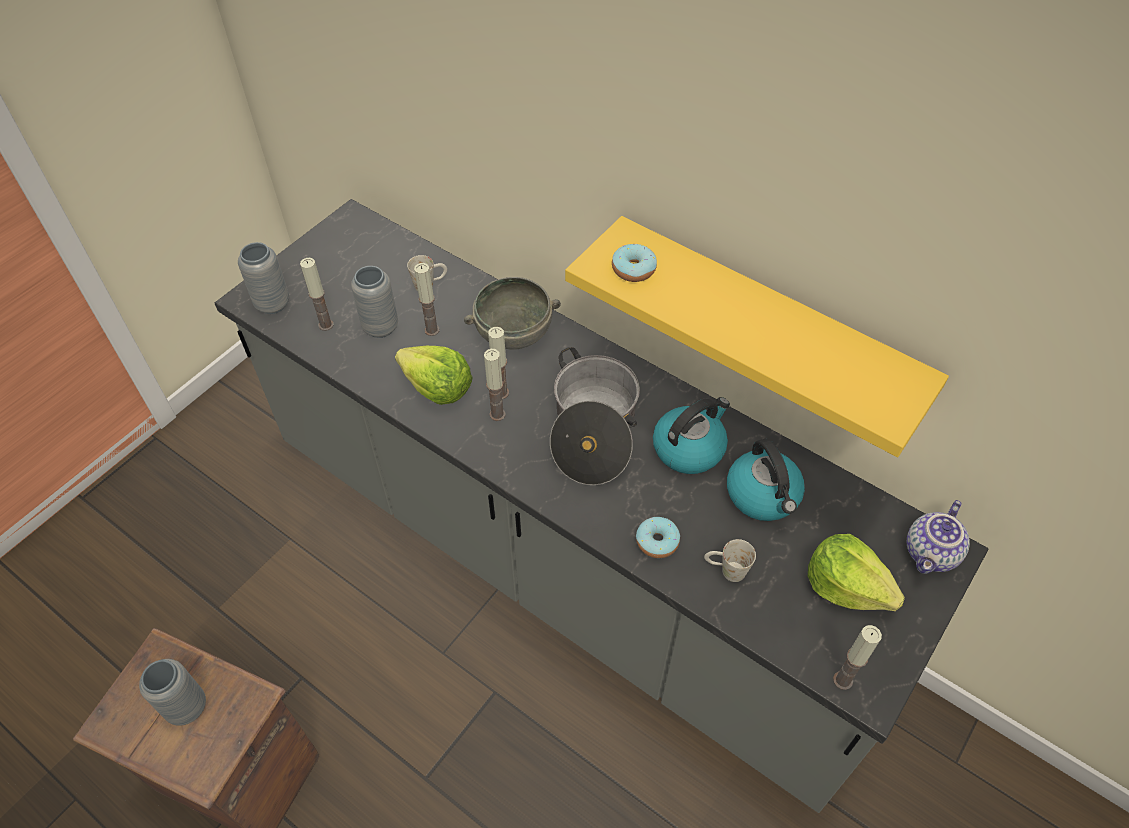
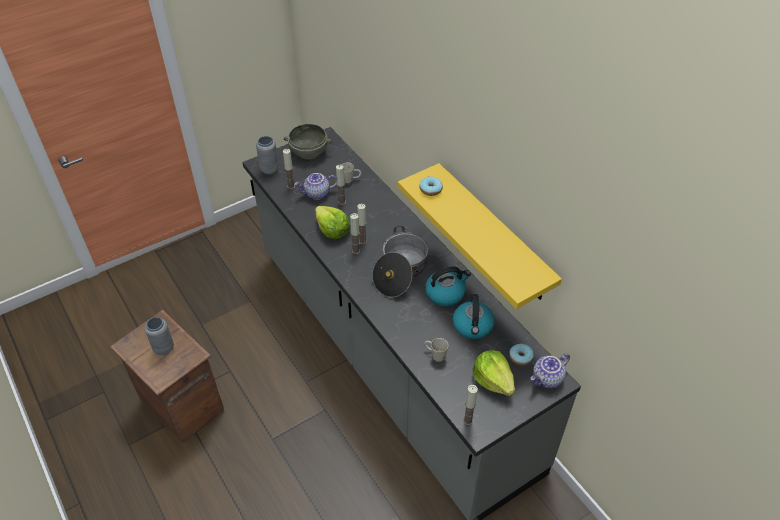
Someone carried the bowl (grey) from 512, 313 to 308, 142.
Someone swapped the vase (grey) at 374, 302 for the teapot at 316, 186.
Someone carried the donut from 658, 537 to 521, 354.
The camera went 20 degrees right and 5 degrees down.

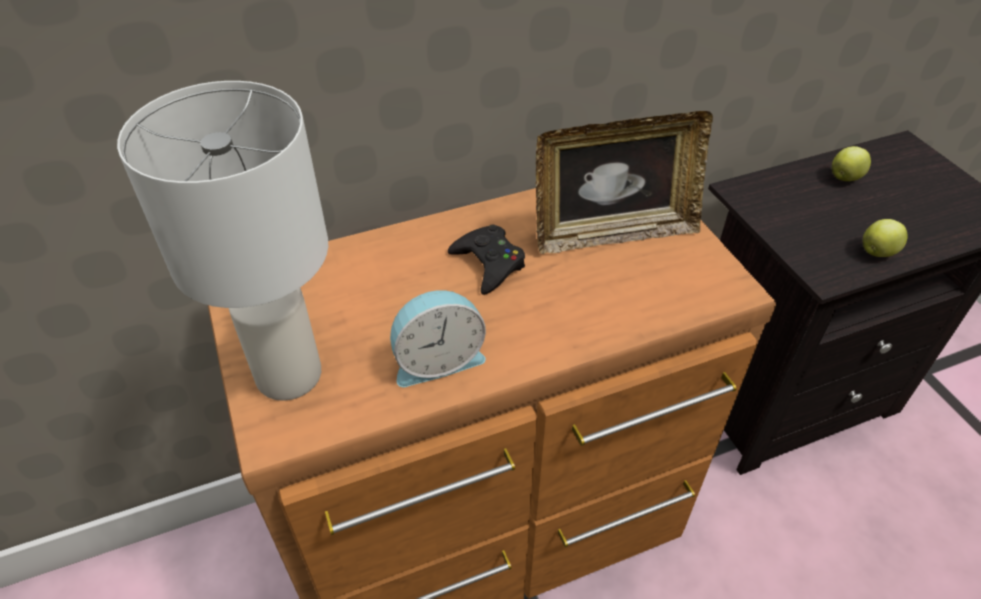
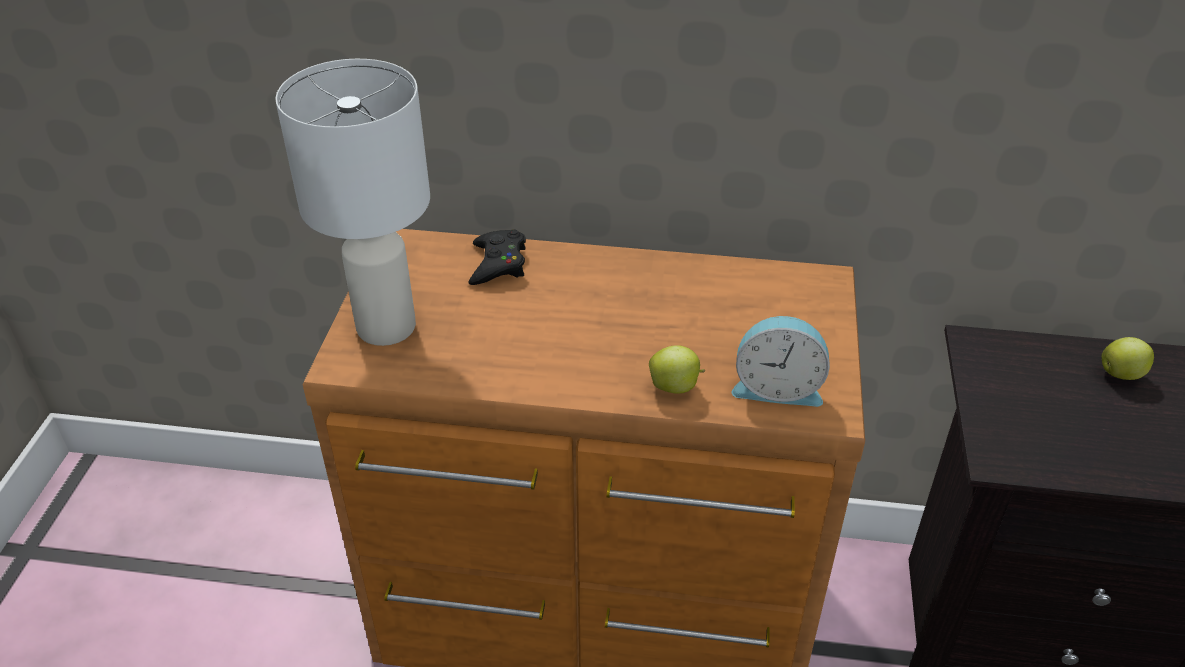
Someone carried the game controller (black) from 486, 260 to 497, 257.
Someone carried the apple from 885, 238 to 677, 369.
Someone carried the alarm clock from 438, 338 to 781, 361.
Someone took away the picture frame at 624, 182.
The camera went 30 degrees right and 5 degrees down.

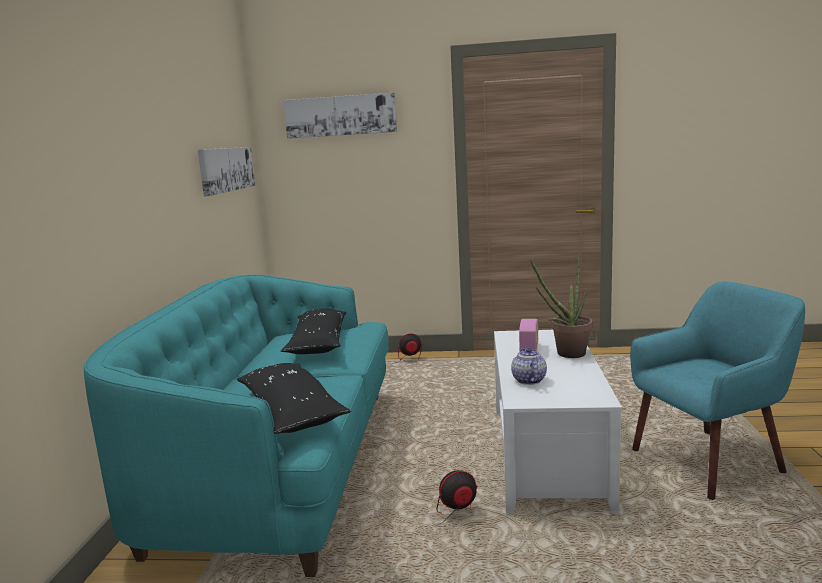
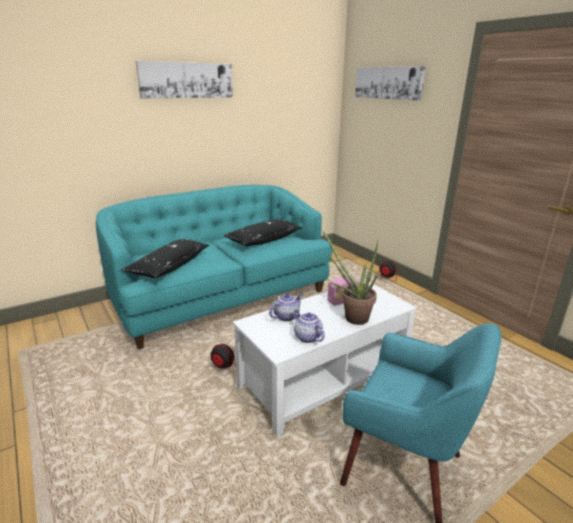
Someone carried the picture from 226, 171 to 184, 79.
Someone put down the teapot at 309, 326.
The camera went 50 degrees right and 10 degrees up.

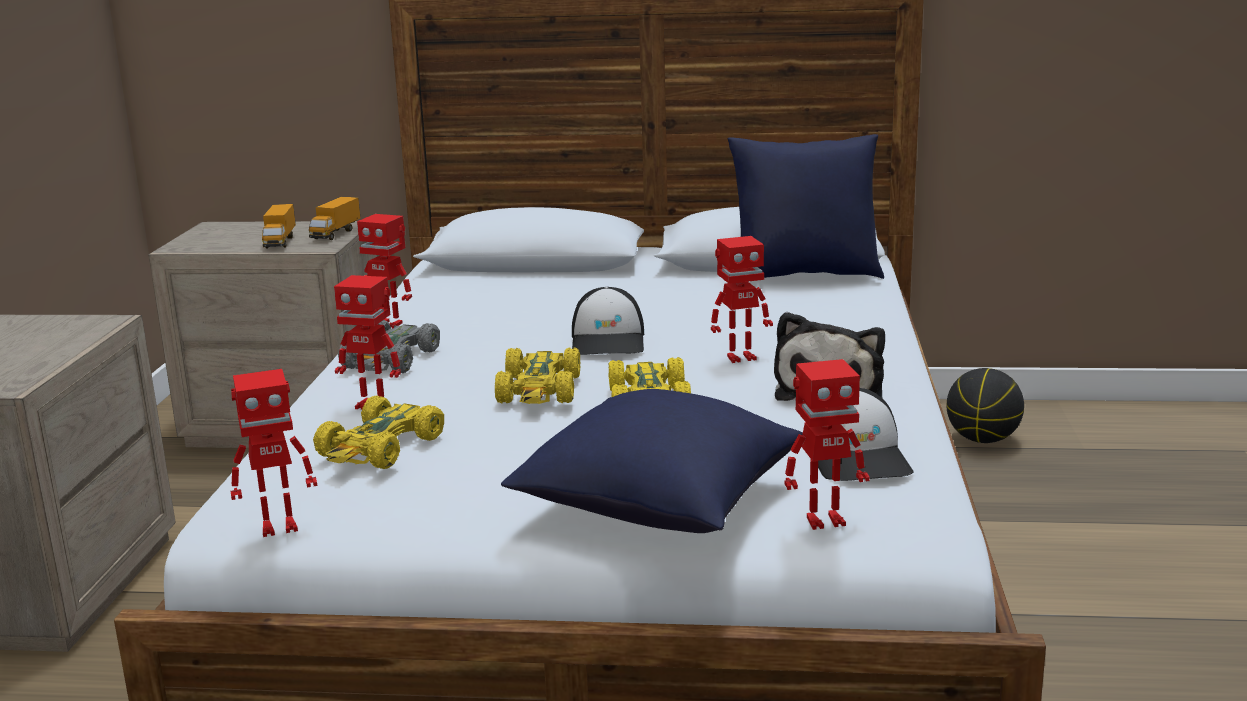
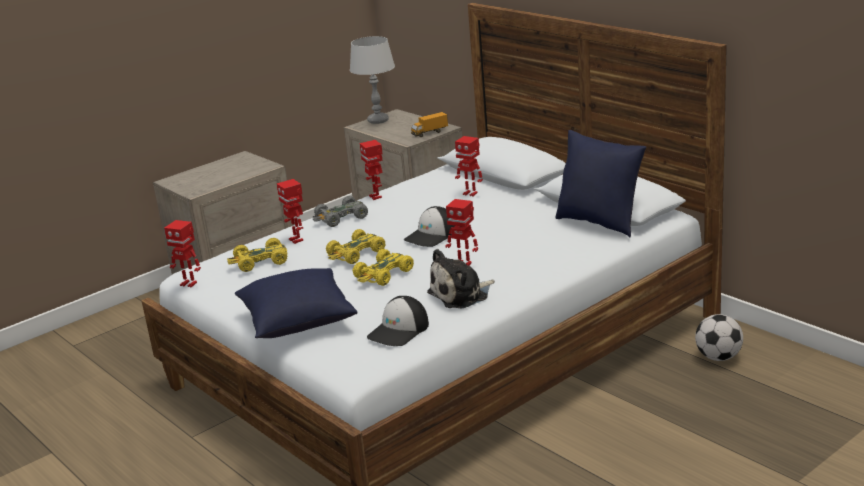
Someone put down the table lamp (grey) at 372, 80.
Someone carried the toy robot from 827, 444 to 469, 166.
Someone swapped the basketball at 985, 405 for the football at 719, 337.
Someone took away the toy truck at 279, 226.
The camera went 45 degrees right and 5 degrees up.

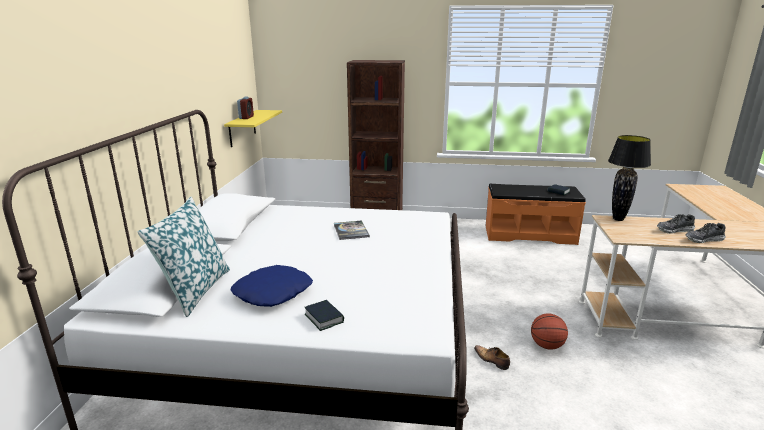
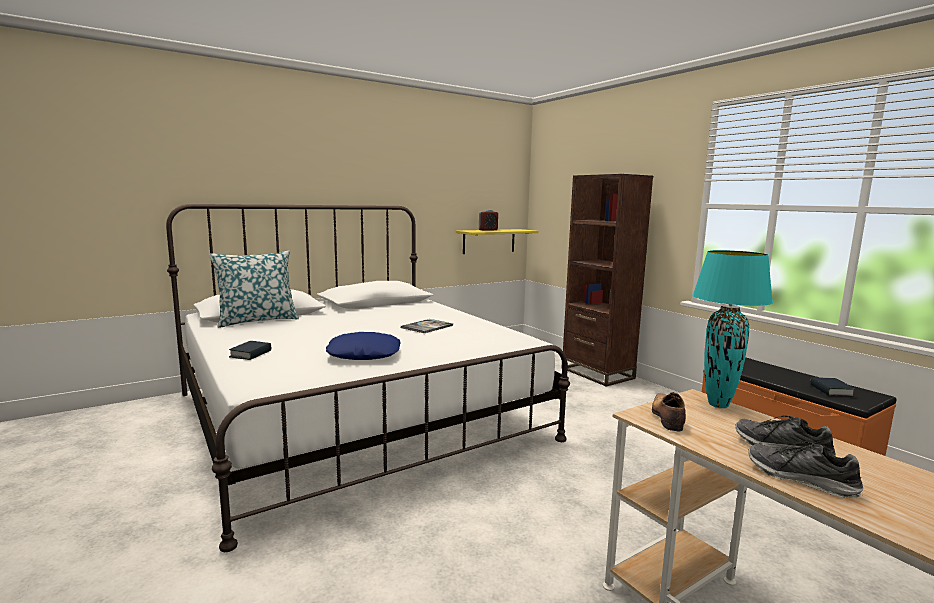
Someone carried the pillow (blue) from 272, 286 to 363, 346.
Someone carried the shoe from 492, 357 to 669, 411.
Someone repainted the table lamp (black) at 629, 178, which became the table lamp (turquoise) at 733, 329.
Someone took away the basketball at 549, 331.
The camera went 50 degrees right and 10 degrees down.

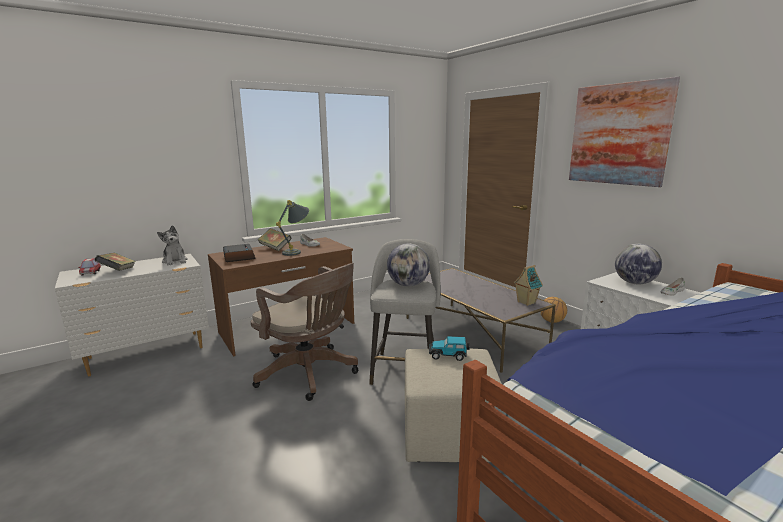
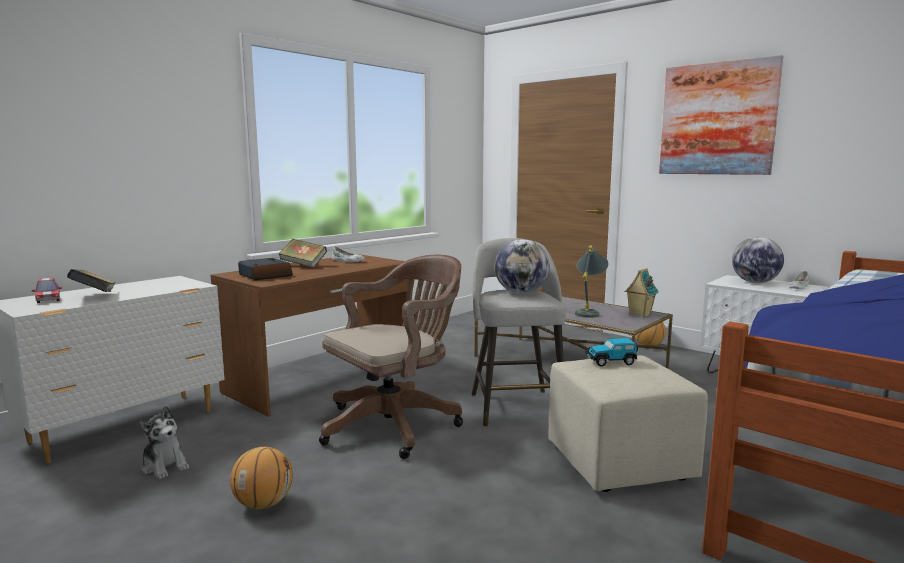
Someone carried the plush toy from 172, 245 to 164, 442.
Someone put down the basketball at 261, 478.
Someone rotated the office chair (brown) at 305, 332 by 60 degrees counterclockwise.
Someone carried the table lamp (grey) from 292, 228 to 591, 281.
The camera went 15 degrees left and 5 degrees down.

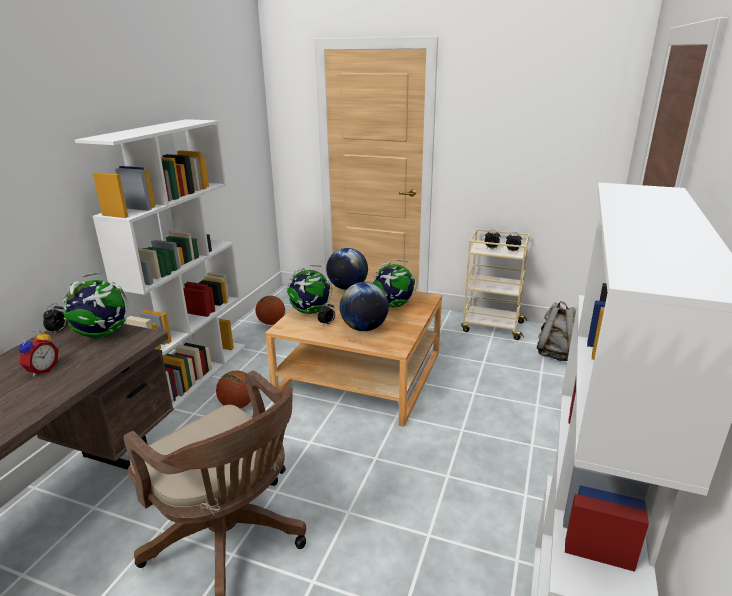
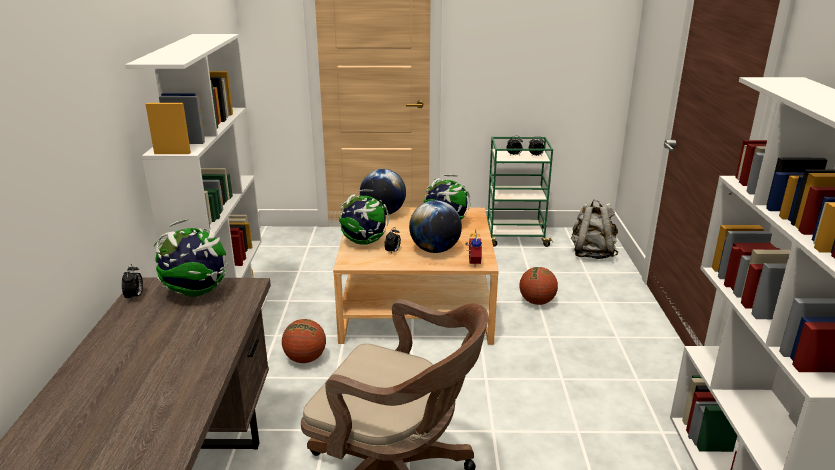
Someone carried the alarm clock from 38, 353 to 473, 248.
Someone repainted the cart (beige) at 495, 284, which became the cart (green) at 520, 192.
Someone carried the basketball from 270, 310 to 538, 286.
The camera went 20 degrees left and 0 degrees up.

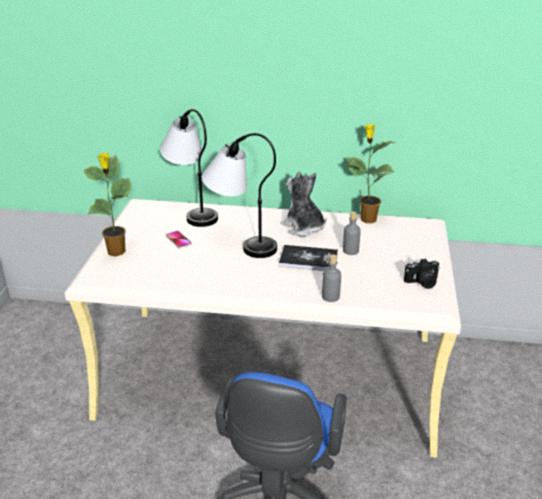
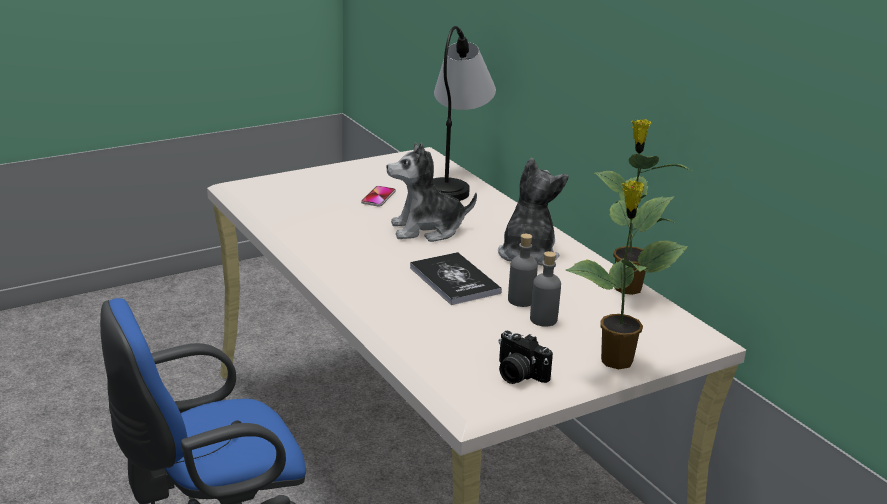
Someone swapped the table lamp at 239, 195 for the plush toy at 431, 192.
Someone carried the bottle (grey) from 331, 278 to 545, 289.
Someone carried the potted plant from 107, 204 to 626, 275.
The camera went 50 degrees right and 5 degrees down.

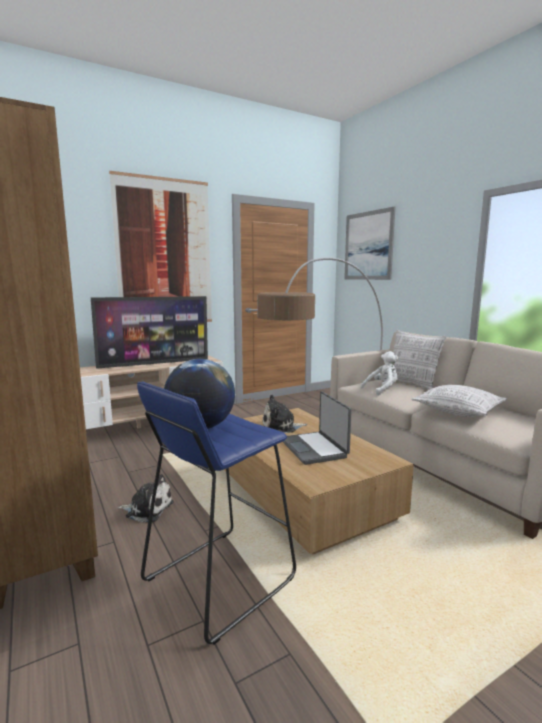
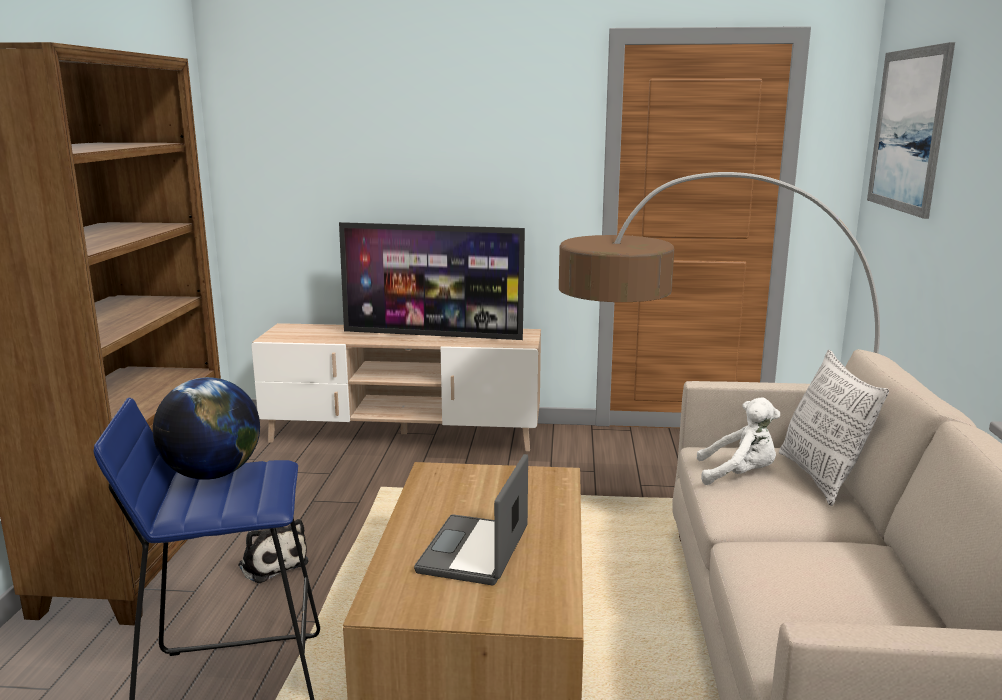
Someone took away the picture at 160, 246.
Someone took away the plush toy at 285, 414.
Someone took away the pillow at 459, 401.
The camera went 35 degrees right and 5 degrees up.

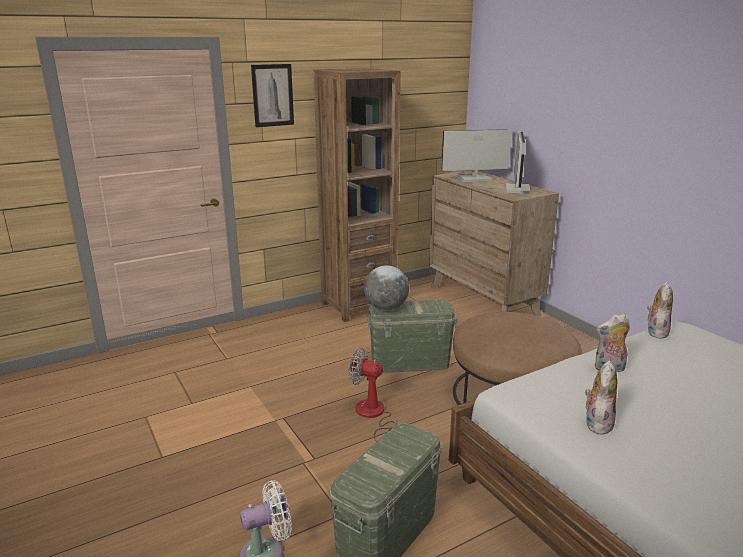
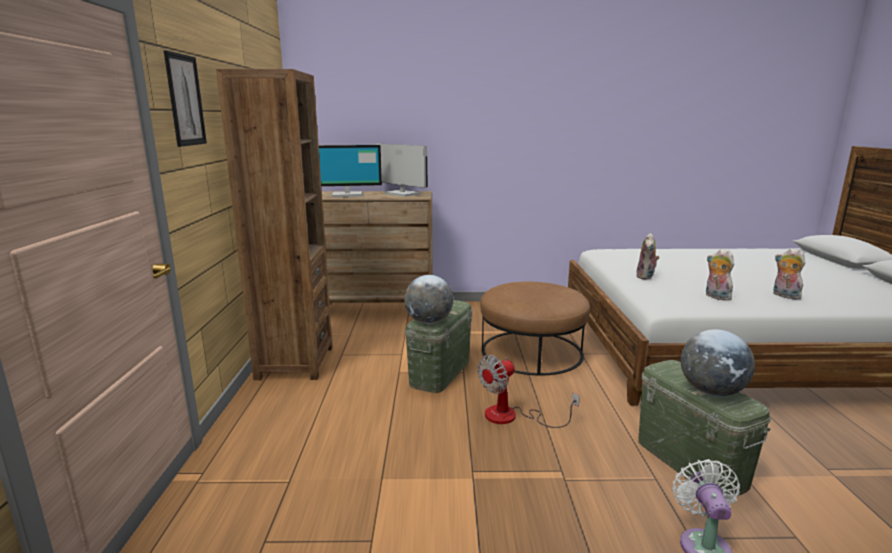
Someone rotated the monitor at 476, 155 by 120 degrees counterclockwise.
Someone put down the globe at 718, 362.
Someone carried the plush toy from 660, 310 to 789, 273.
The camera went 60 degrees left and 5 degrees down.

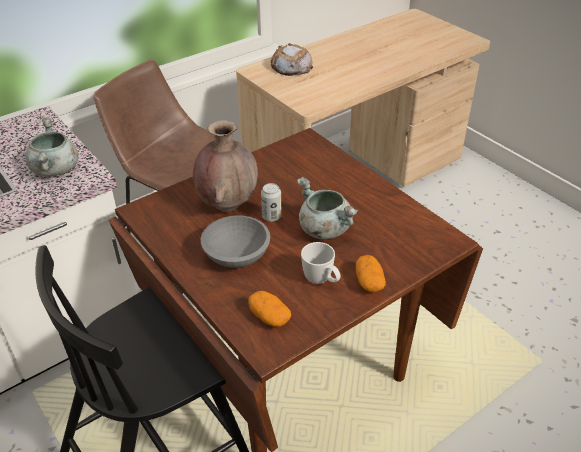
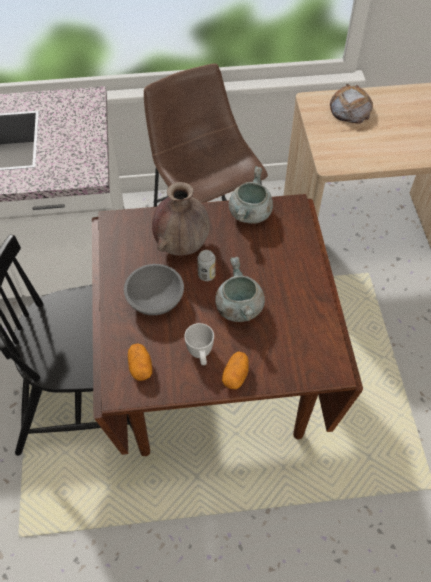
Someone carried the cooking pot (grey) from 52, 146 to 251, 195.
The camera went 30 degrees right and 15 degrees up.

